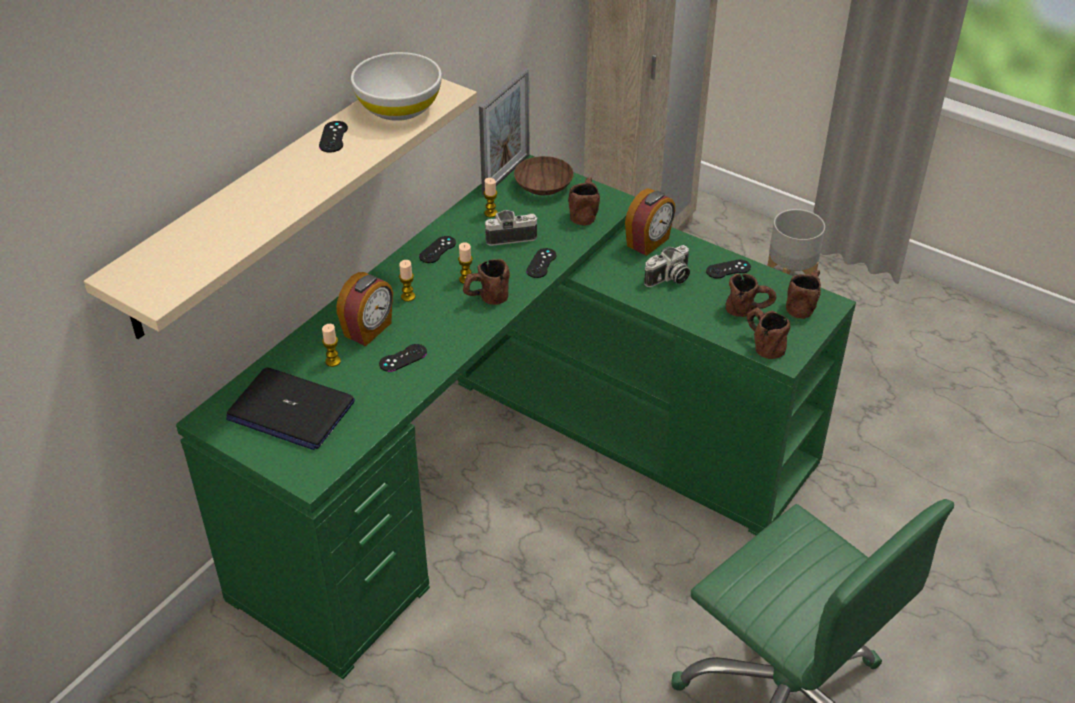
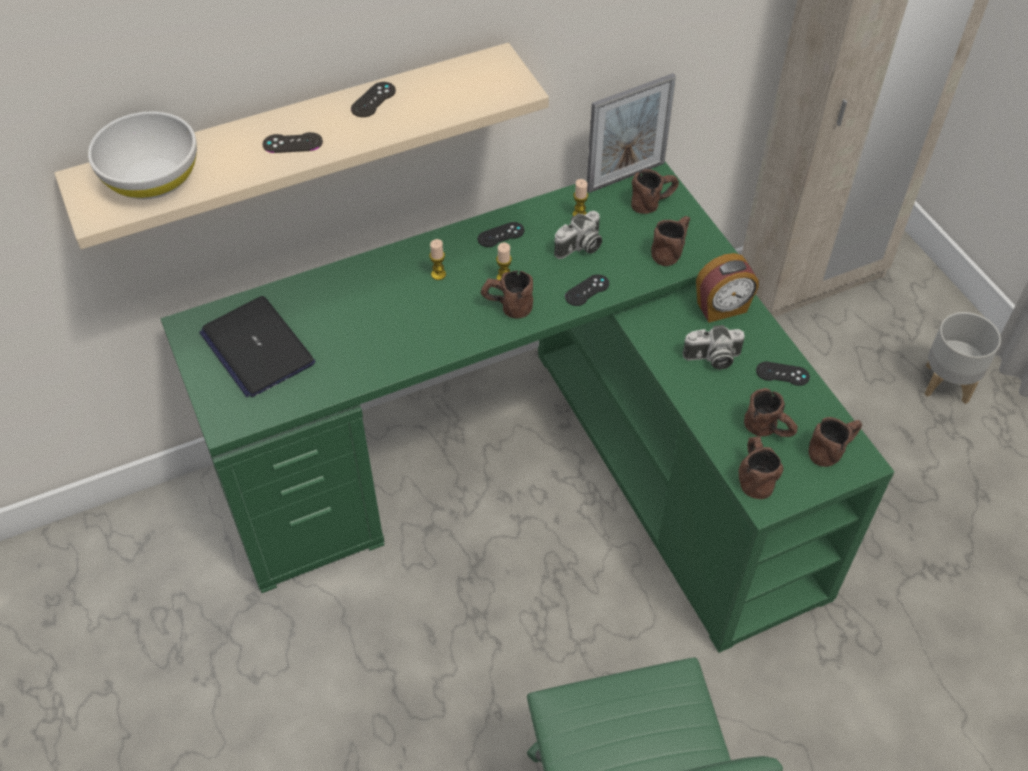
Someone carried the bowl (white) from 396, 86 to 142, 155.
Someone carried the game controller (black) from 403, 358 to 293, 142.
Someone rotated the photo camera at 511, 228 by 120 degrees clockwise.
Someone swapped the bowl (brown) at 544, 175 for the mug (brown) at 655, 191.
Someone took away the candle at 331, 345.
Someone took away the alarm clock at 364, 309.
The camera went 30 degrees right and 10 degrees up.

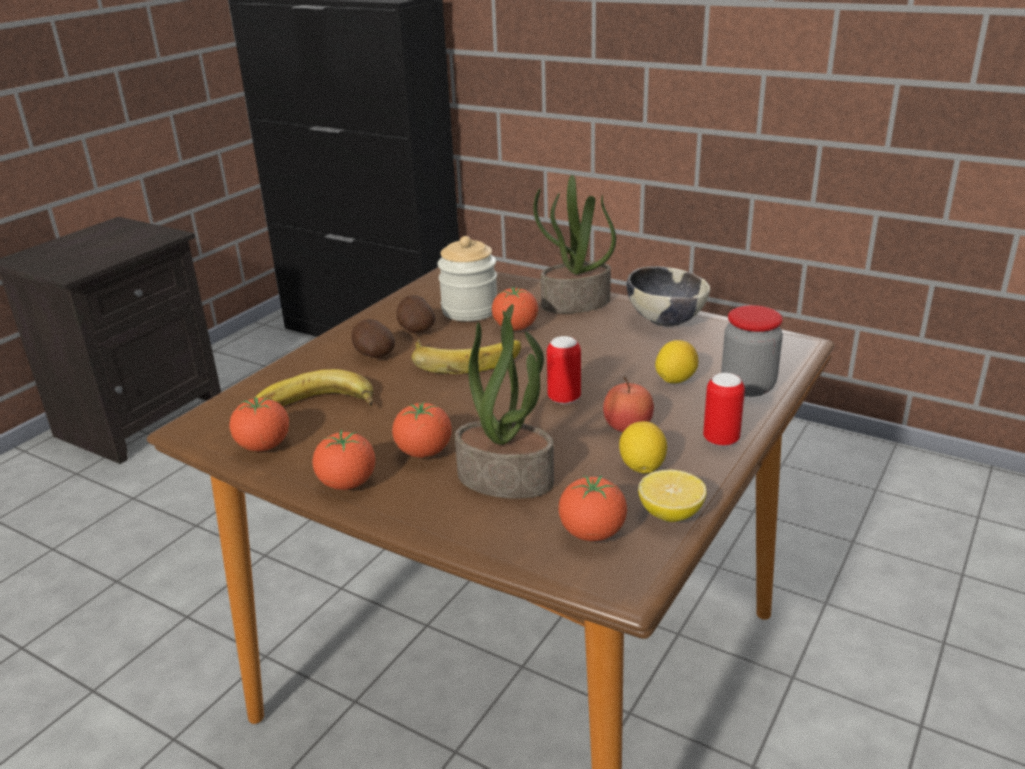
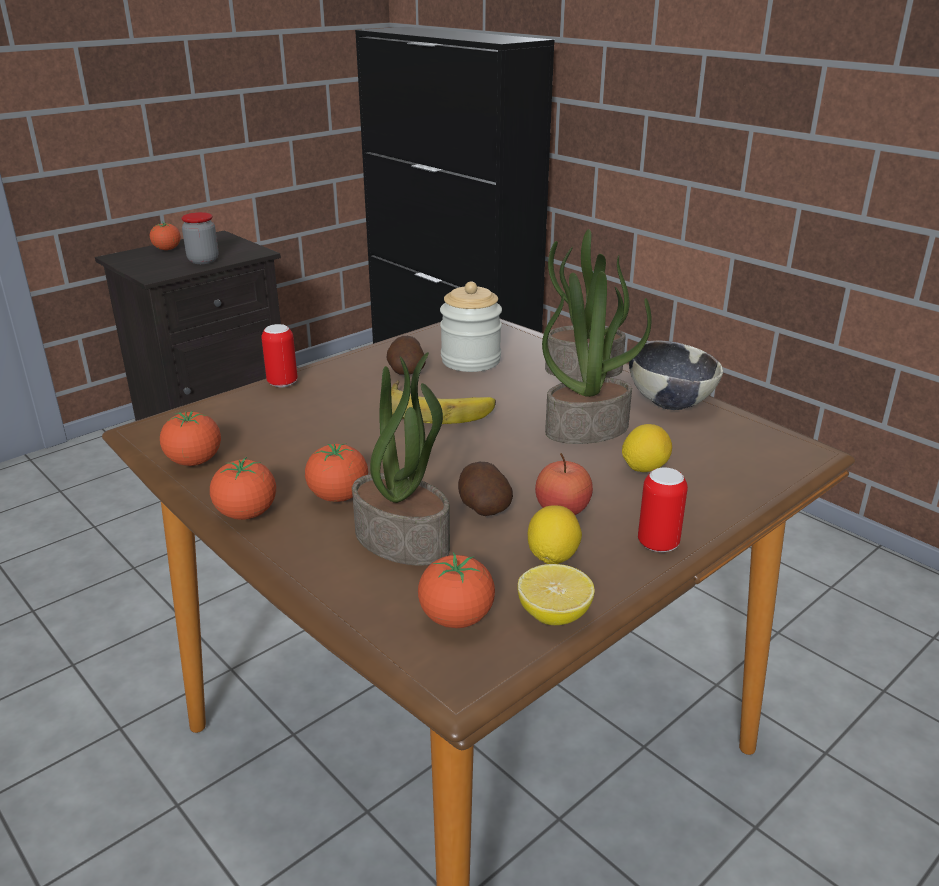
Someone carried the tomato from 515, 308 to 165, 235.
Someone carried the jar from 752, 351 to 200, 238.
Someone carried the can from 564, 370 to 279, 356.
Someone carried the potato from 373, 338 to 485, 489.
Someone put down the potted plant at 597, 357.
Someone took away the banana at 314, 387.
The camera went 15 degrees right and 0 degrees up.

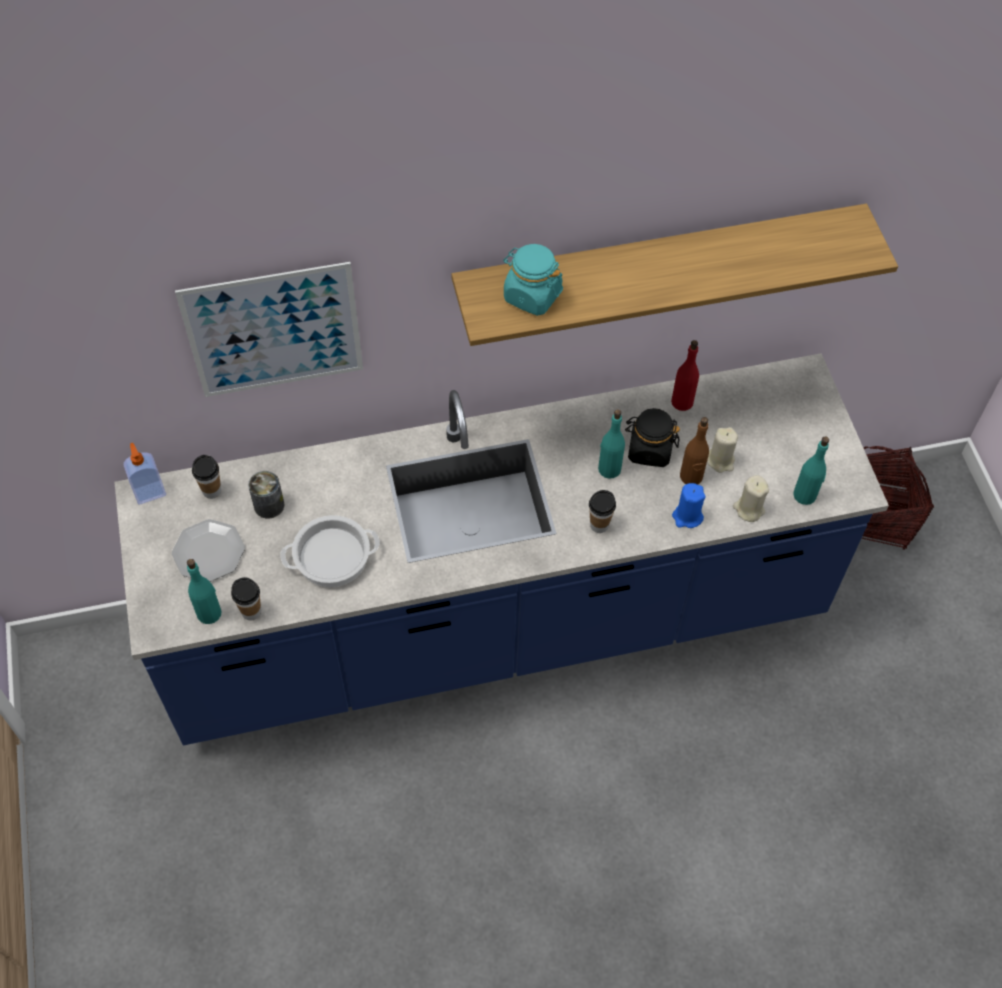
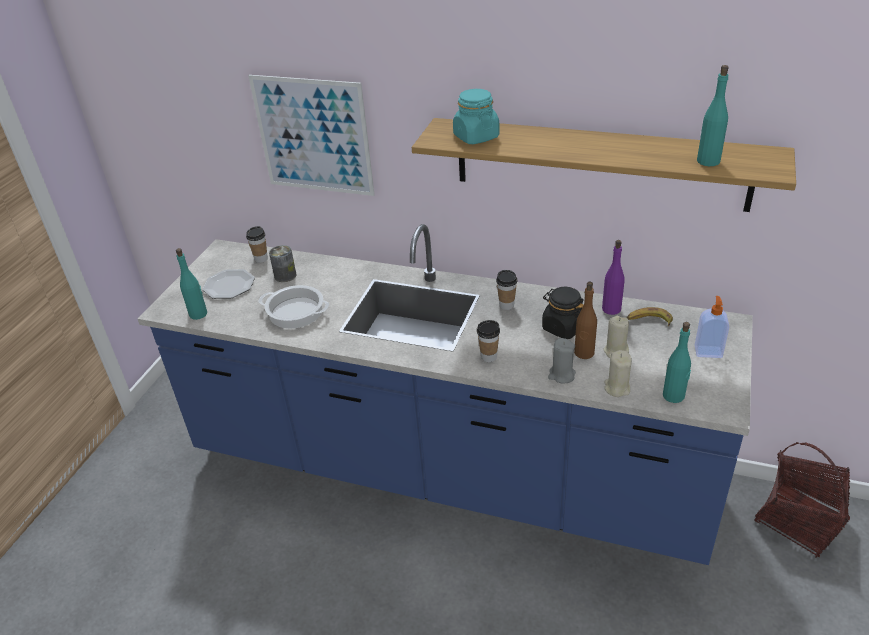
Someone carried the cup from 246, 598 to 506, 290.
Someone repainted the candle (blue) at 689, 505, which became the candle (grey) at 562, 360.
Someone repainted the bottle (red) at 685, 375, which became the bottle (purple) at 613, 277.
Someone put down the banana at 650, 316.
Someone carried the soap dispenser from 145, 473 to 712, 327.
Someone carried the bottle (turquoise) from 611, 444 to 713, 115.
The camera went 35 degrees right and 20 degrees down.

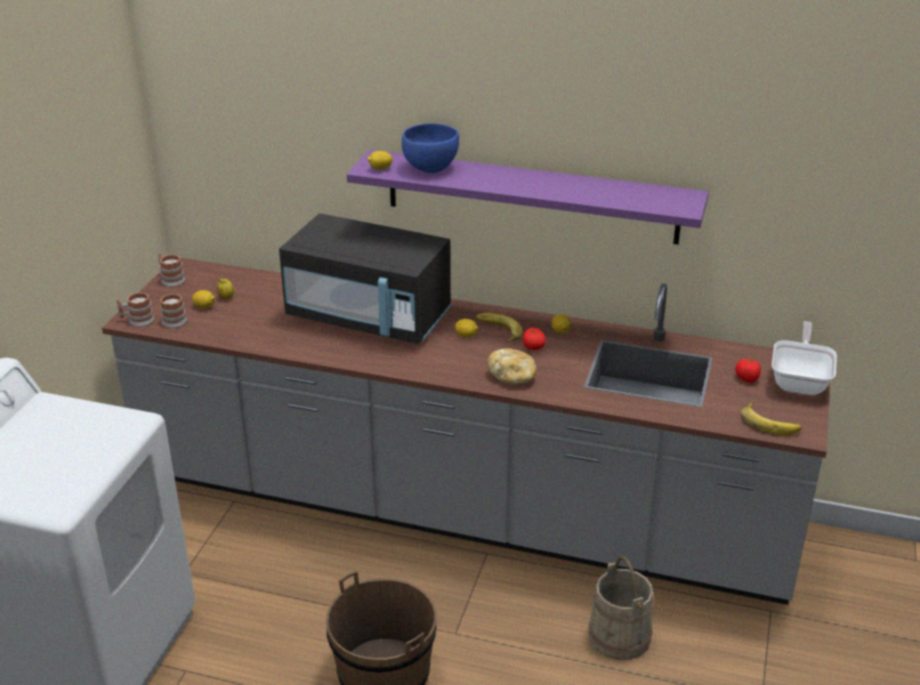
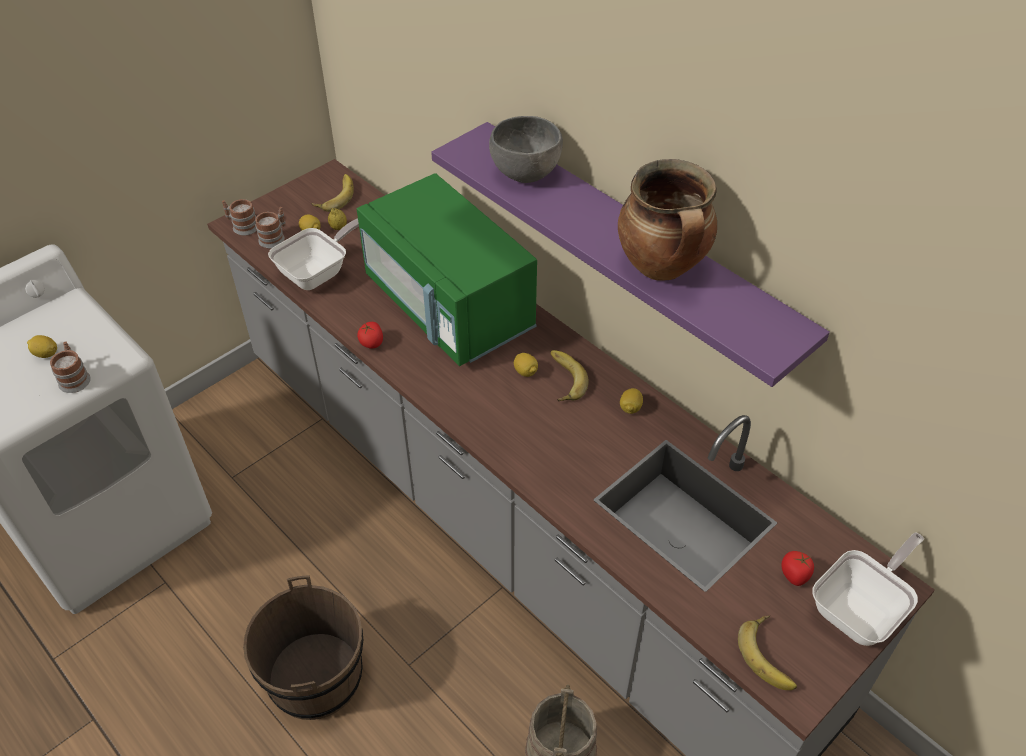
Someone carried the lemon from 380, 160 to 42, 346.
Someone carried the mug from 171, 269 to 70, 367.
Someone put down the frying pan at 313, 254.
Someone put down the banana at 332, 193.
Someone repainted the microwave (black) at 365, 278, which became the microwave (green) at 447, 269.
Someone carried the tomato from 534, 339 to 370, 335.
Someone repainted the bowl (blue) at 430, 148, which became the bowl (grey) at 526, 149.
Someone put down the cooking pot at 667, 219.
Someone took away the bread at 512, 366.
The camera went 30 degrees right and 15 degrees up.

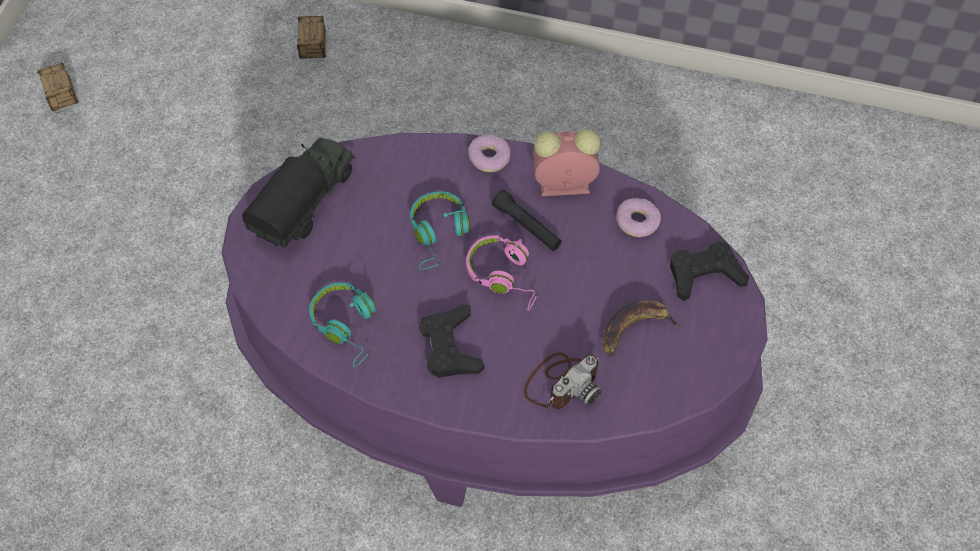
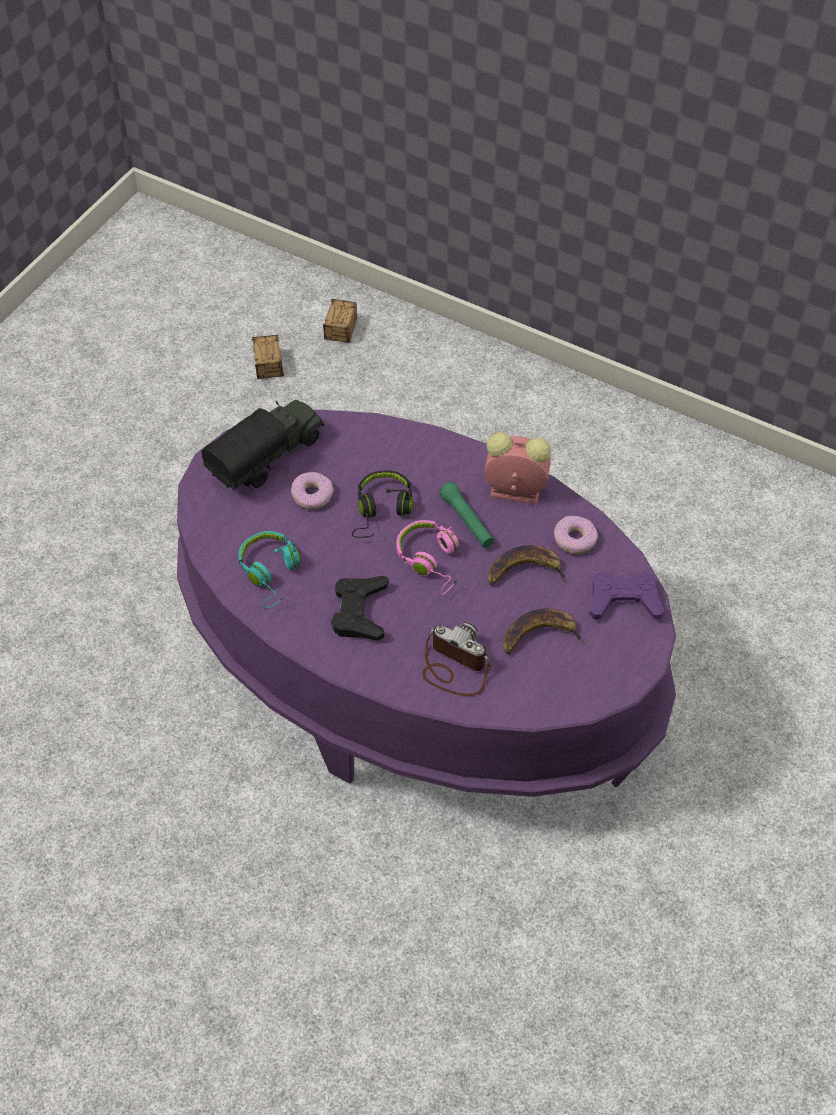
Someone carried the storage box from 58, 87 to 268, 357.
Someone carried the donut from 489, 153 to 312, 490.
Someone repainted the headphones (turquoise) at 440, 230, which became the headphones (black) at 382, 504.
Someone rotated the photo camera at 562, 380 by 120 degrees counterclockwise.
Someone repainted the flashlight (black) at 527, 220, which became the flashlight (green) at 466, 515.
Someone put down the banana at 528, 565.
Someone repainted the game controller (black) at 709, 271, which became the game controller (purple) at 627, 596.
The camera went 15 degrees right and 5 degrees down.

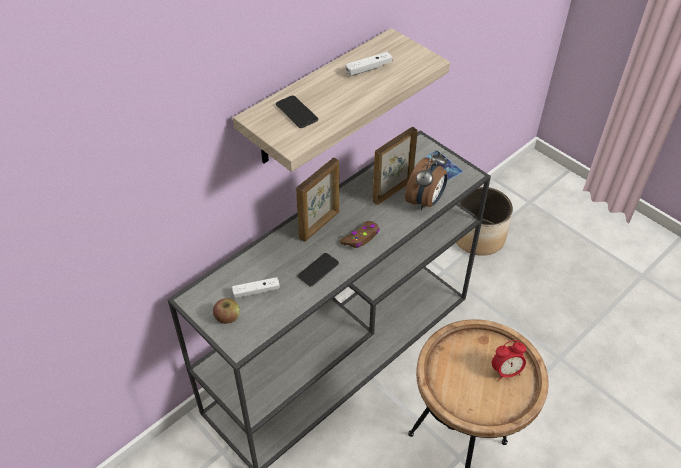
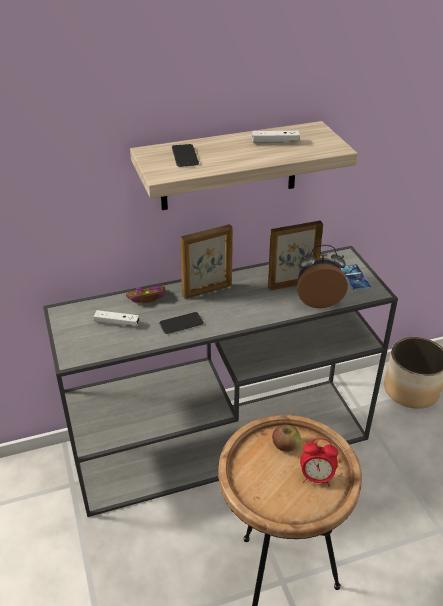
Someone carried the game controller (brown) from 360, 234 to 145, 294.
Someone carried the apple from 226, 311 to 286, 438.
Someone rotated the alarm clock at 426, 180 by 150 degrees counterclockwise.
The camera went 25 degrees right and 10 degrees down.

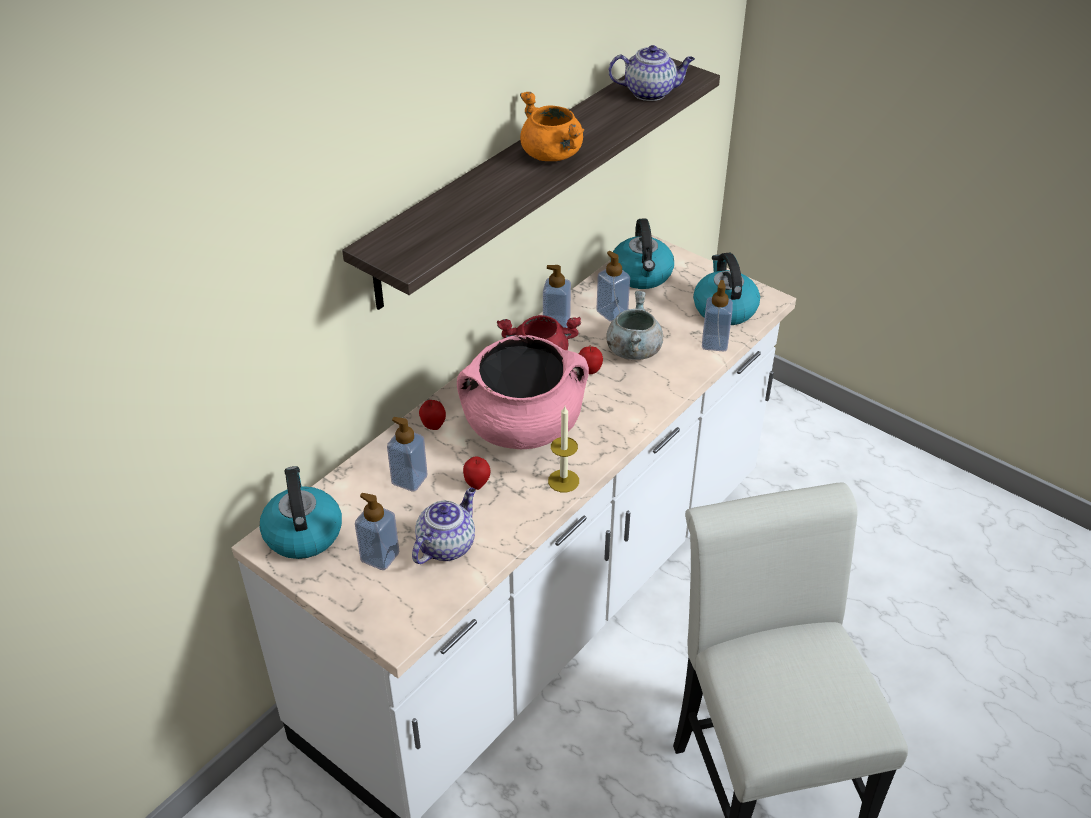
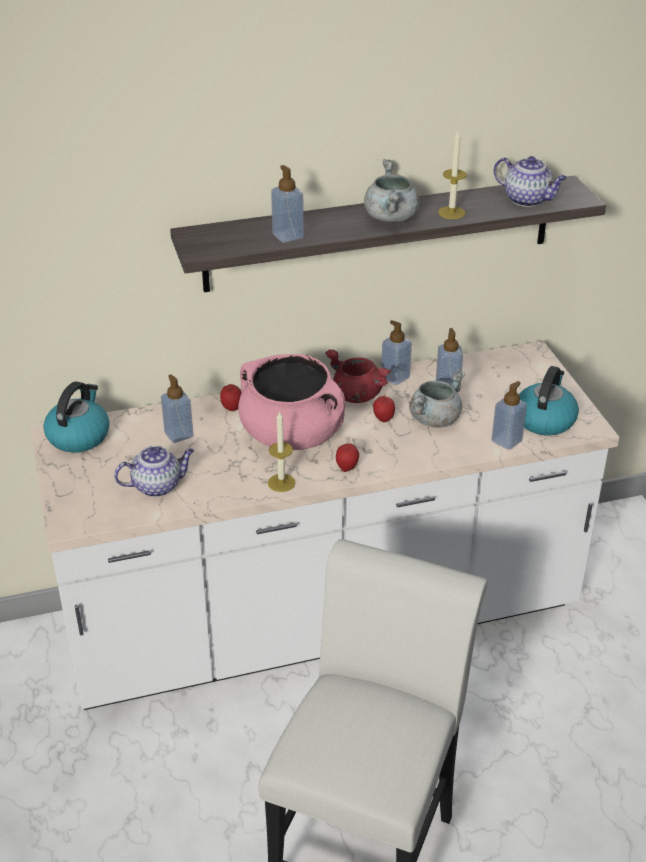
Someone carried the soap dispenser from 377, 531 to 287, 204.
Someone carried the apple from 477, 473 to 347, 457.
Someone repainted the cooking pot (orange) at 552, 126, which became the cooking pot (grey) at 392, 190.
Someone put down the candle at 452, 174.
Someone took away the kettle at 643, 253.
The camera went 35 degrees right and 5 degrees down.

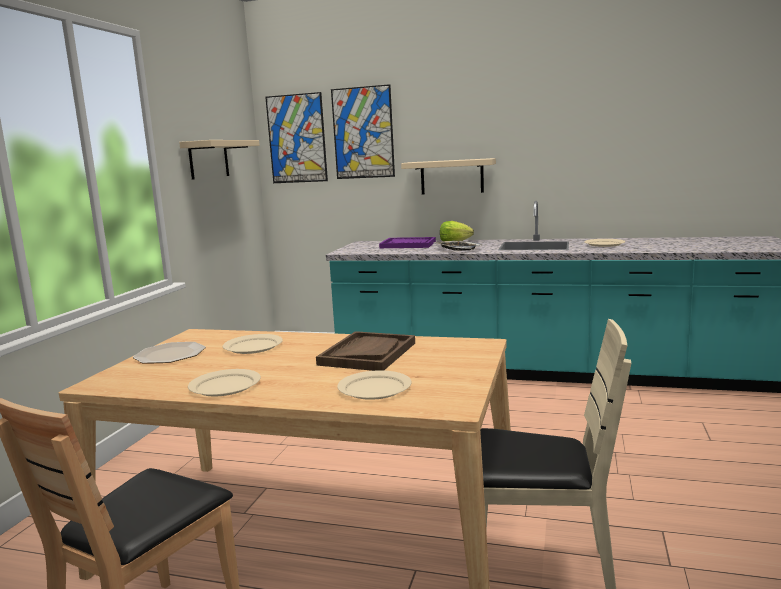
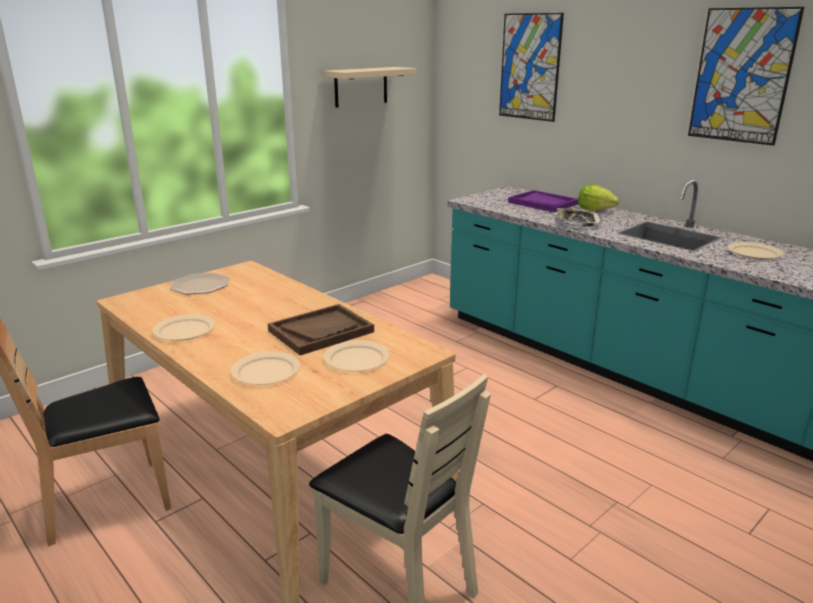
Someone carried the plate (beige) from 253, 344 to 357, 356.
Someone carried the picture from 296, 137 to 746, 76.
Someone took away the shelf (beige) at 448, 176.
The camera went 30 degrees right and 10 degrees up.

